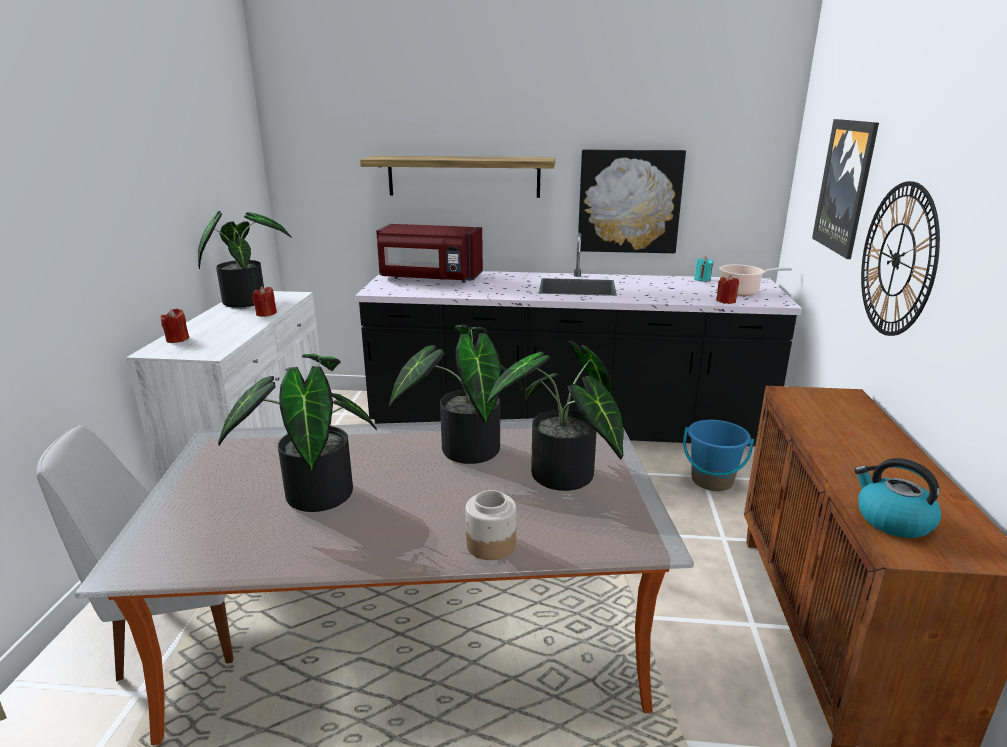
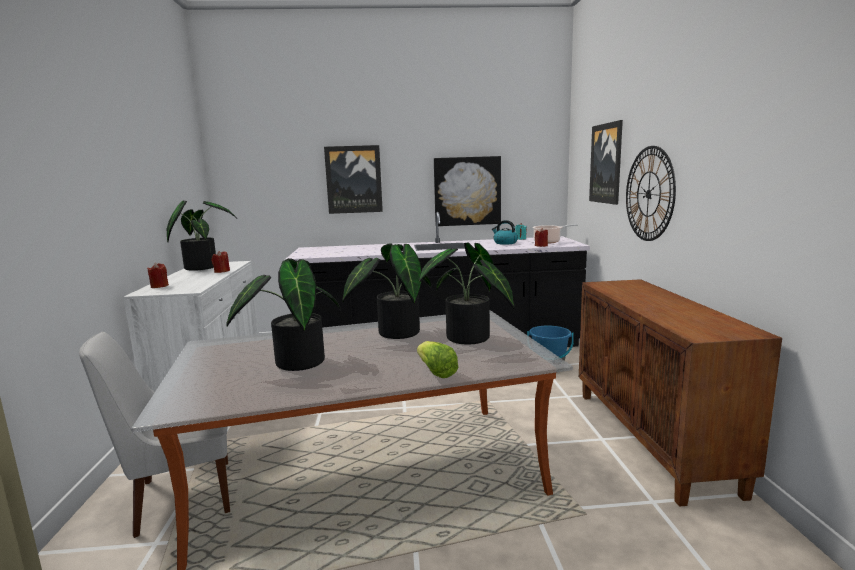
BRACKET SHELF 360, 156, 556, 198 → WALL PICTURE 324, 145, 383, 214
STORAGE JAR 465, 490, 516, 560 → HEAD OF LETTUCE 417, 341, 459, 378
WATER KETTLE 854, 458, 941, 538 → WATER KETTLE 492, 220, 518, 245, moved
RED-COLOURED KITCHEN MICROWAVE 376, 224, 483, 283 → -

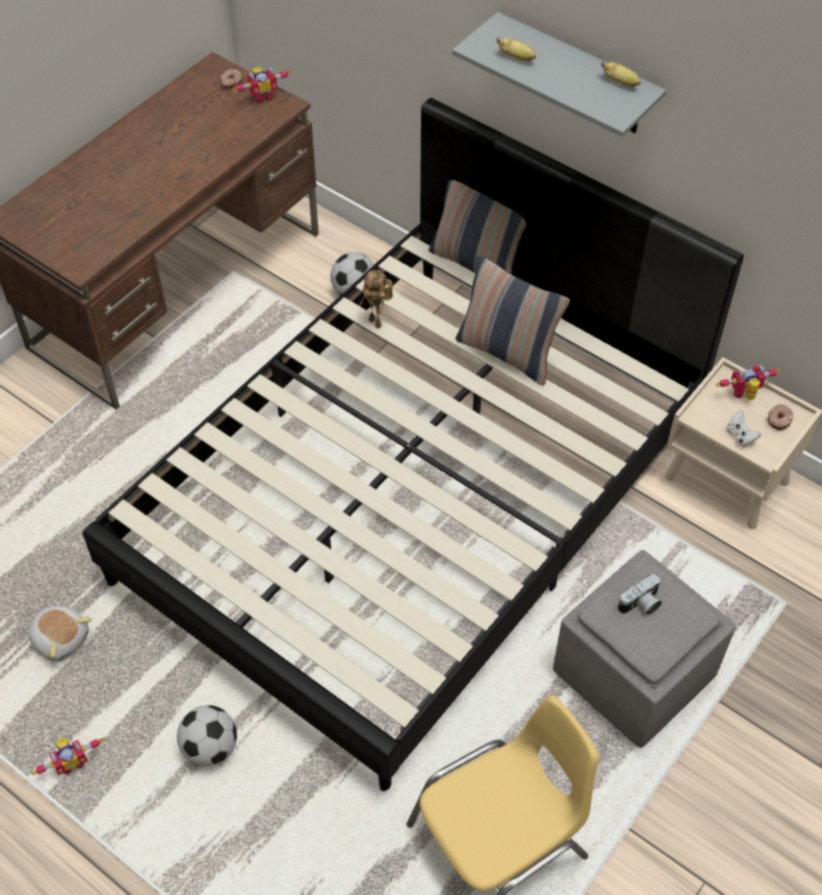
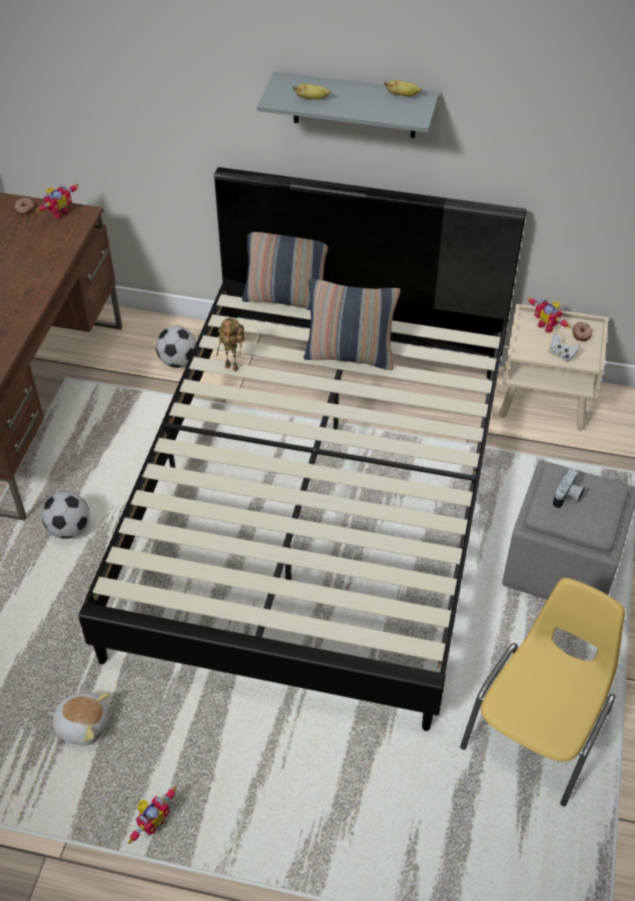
FOOTBALL BALL 177, 705, 237, 767 → FOOTBALL BALL 42, 491, 90, 539, moved
ROBOT FIGURE 716, 364, 781, 400 → ROBOT FIGURE 527, 297, 570, 333, 90 degrees counterclockwise

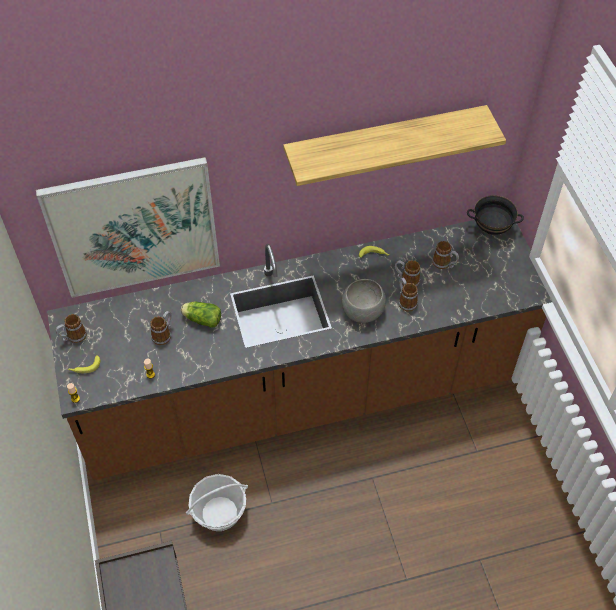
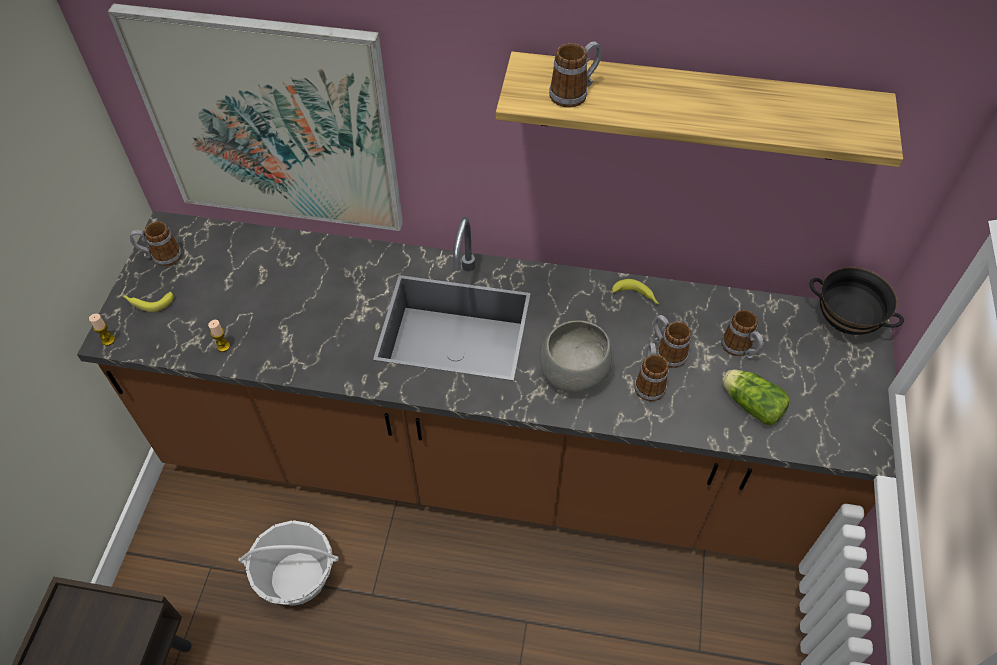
TEA MUG 150, 311, 172, 345 → TEA MUG 549, 41, 602, 108, moved
HEAD OF LETTUCE 181, 302, 221, 328 → HEAD OF LETTUCE 722, 370, 790, 425, moved

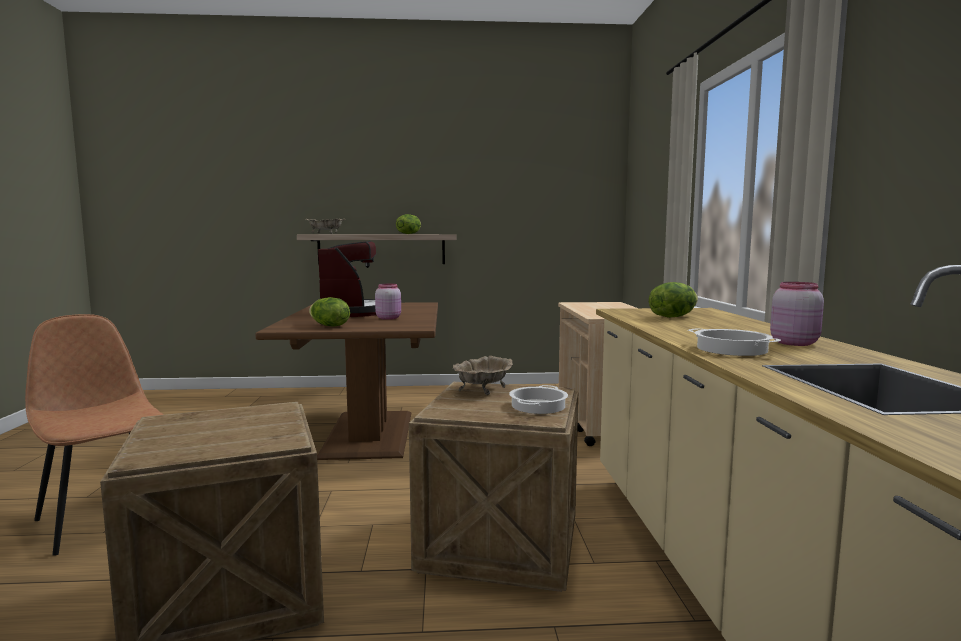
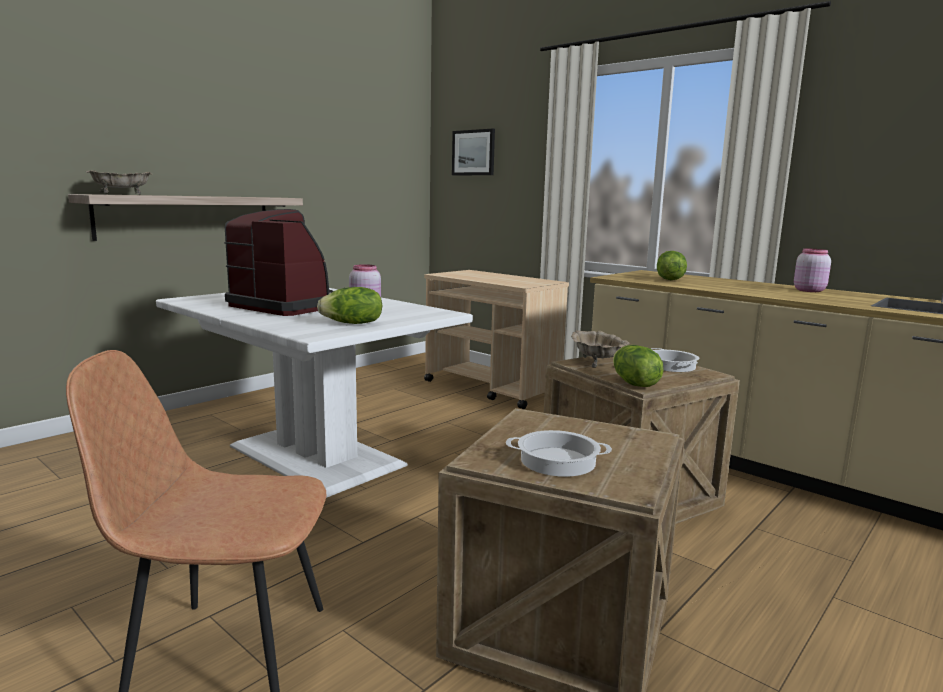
BROWN-COLOURED DINING TABLE 255, 302, 438, 460 → WHITE DINING TABLE 156, 288, 473, 498
- → WALL PICTURE 452, 129, 495, 175
COOKING POT 688, 328, 781, 356 → COOKING POT 506, 430, 612, 477, moved
HEAD OF LETTUCE 396, 214, 421, 234 → HEAD OF LETTUCE 613, 345, 664, 387, moved

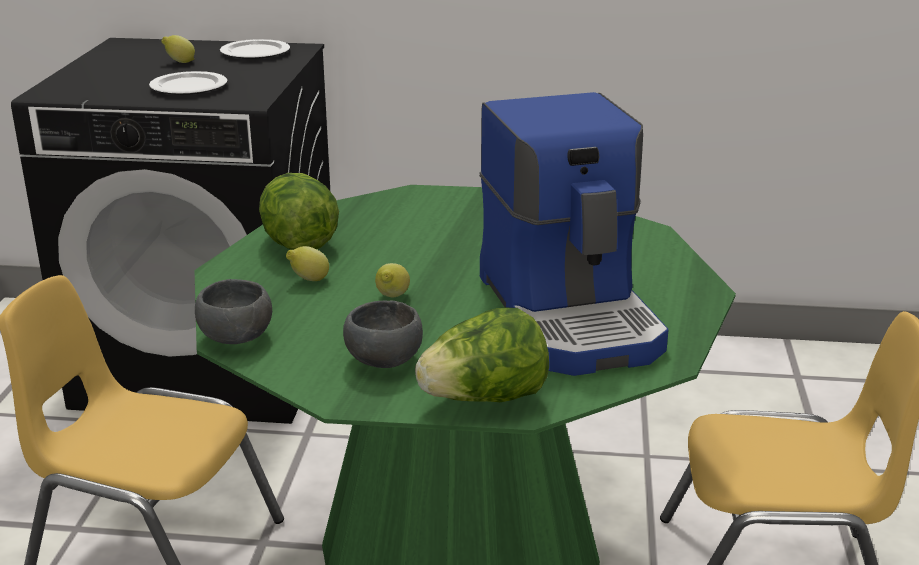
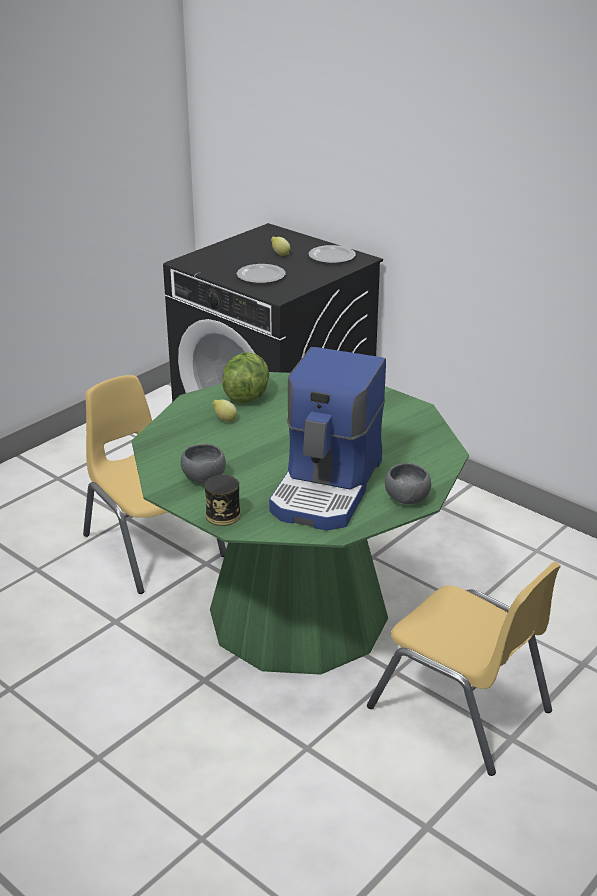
HEAD OF LETTUCE 415, 308, 549, 402 → SEALED CAN 204, 475, 240, 526
GREY BOWL 195, 279, 272, 344 → GREY BOWL 385, 463, 431, 504, moved
LEMON 375, 263, 410, 297 → -

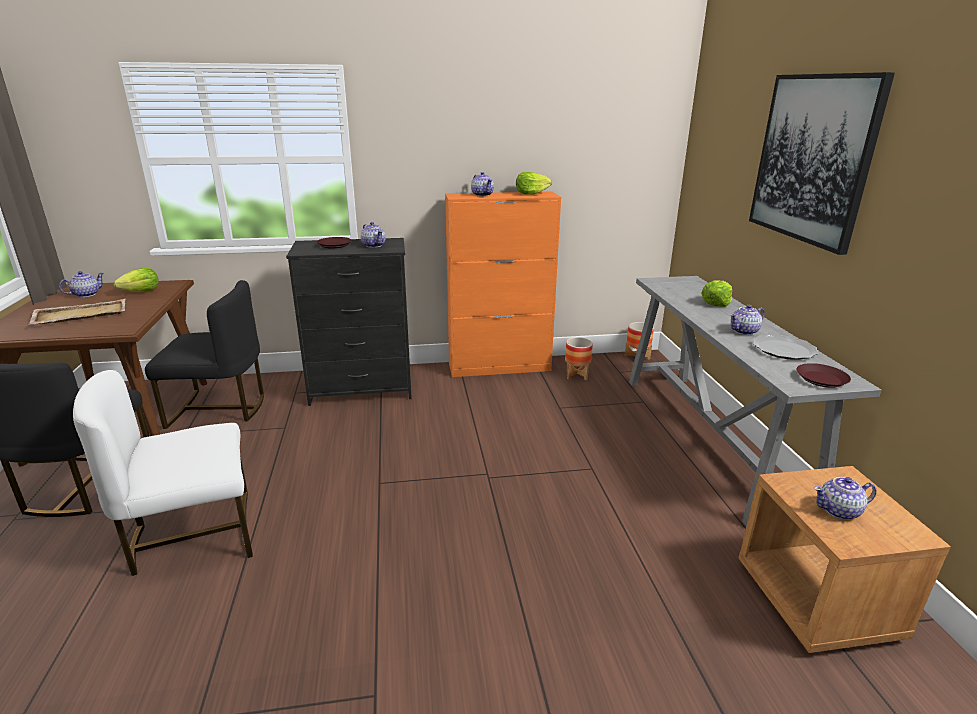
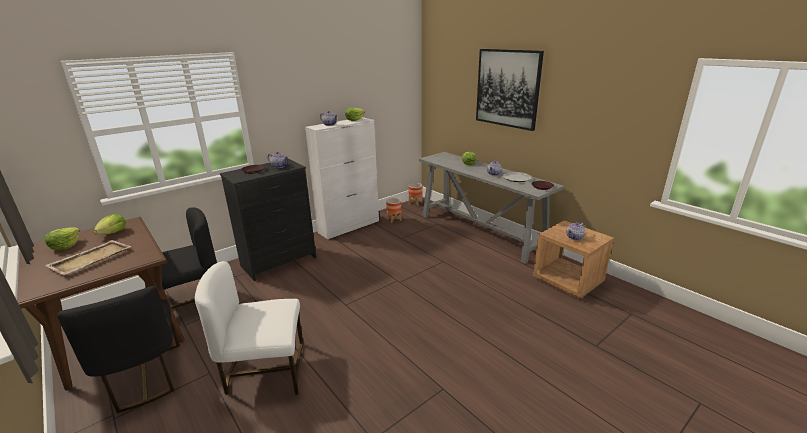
TEAPOT 59, 271, 104, 297 → HEAD OF LETTUCE 45, 227, 80, 250
WHITE CHAIR 73, 370, 253, 576 → WHITE CHAIR 195, 261, 303, 395, 45 degrees clockwise
ORANGE CABINET 445, 192, 561, 377 → WHITE CABINET 305, 117, 379, 239

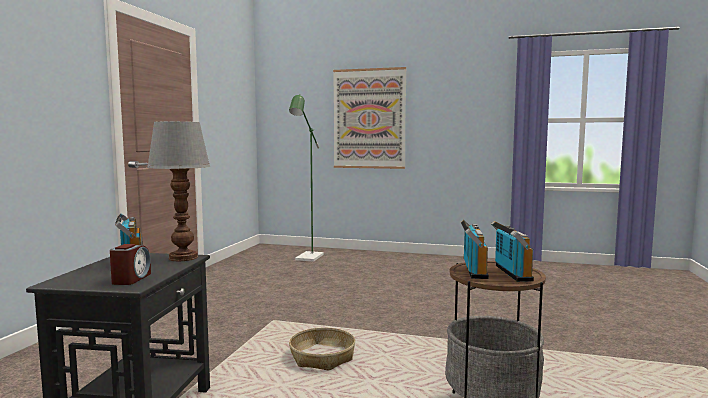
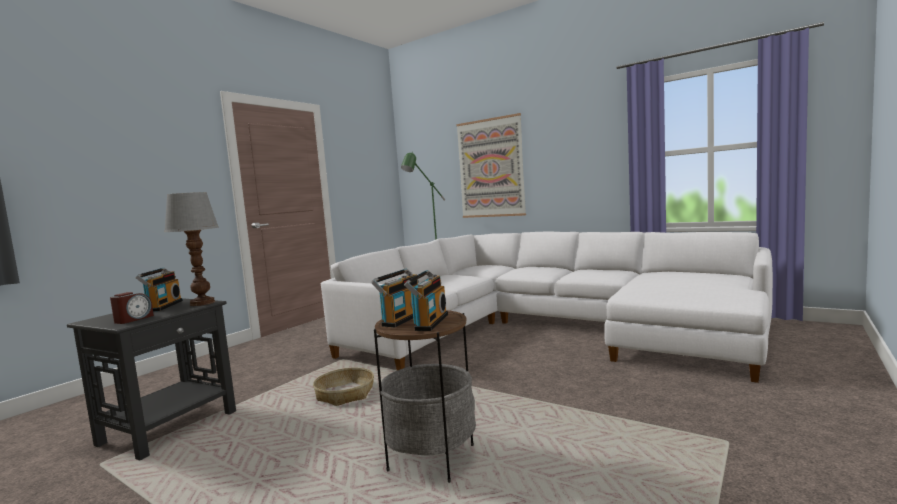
- → WHITE SOFA 321, 231, 773, 383

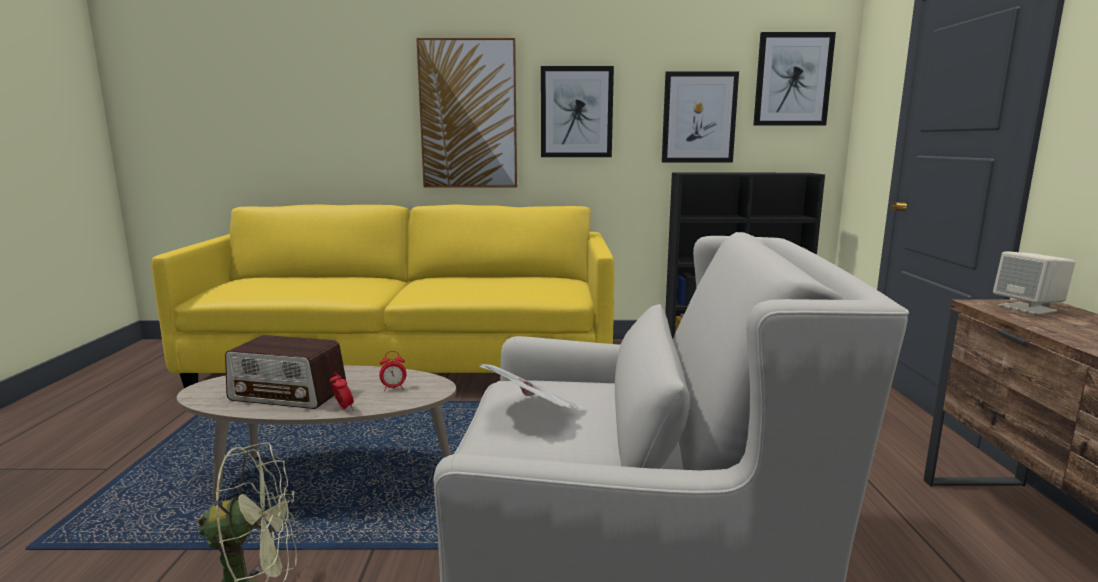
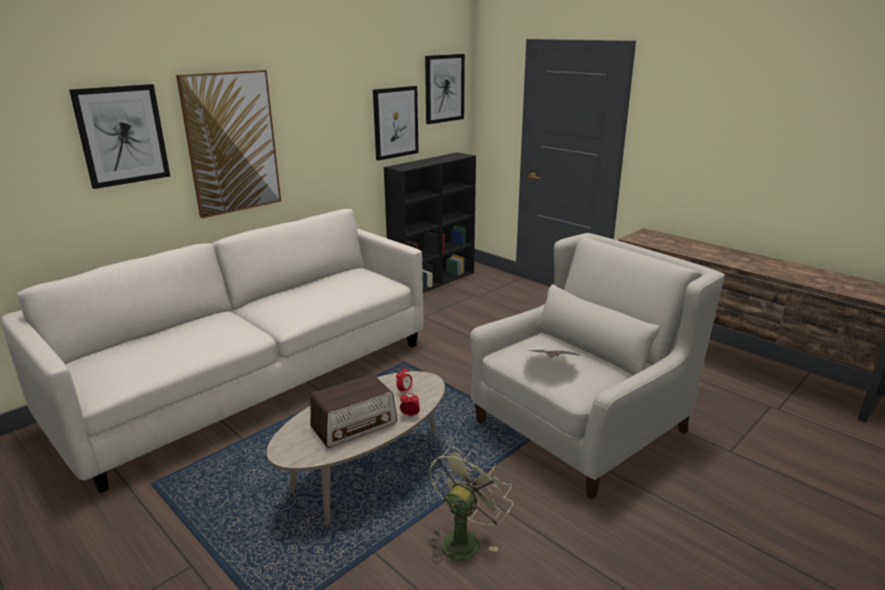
YELLOW-COLOURED SOFA 151, 204, 614, 388 → WHITE SOFA 2, 209, 424, 493
WALL PICTURE 541, 66, 614, 157 → WALL PICTURE 69, 84, 170, 189, moved
BEIGE-COLOURED LOUDSPEAKER 993, 252, 1075, 315 → -

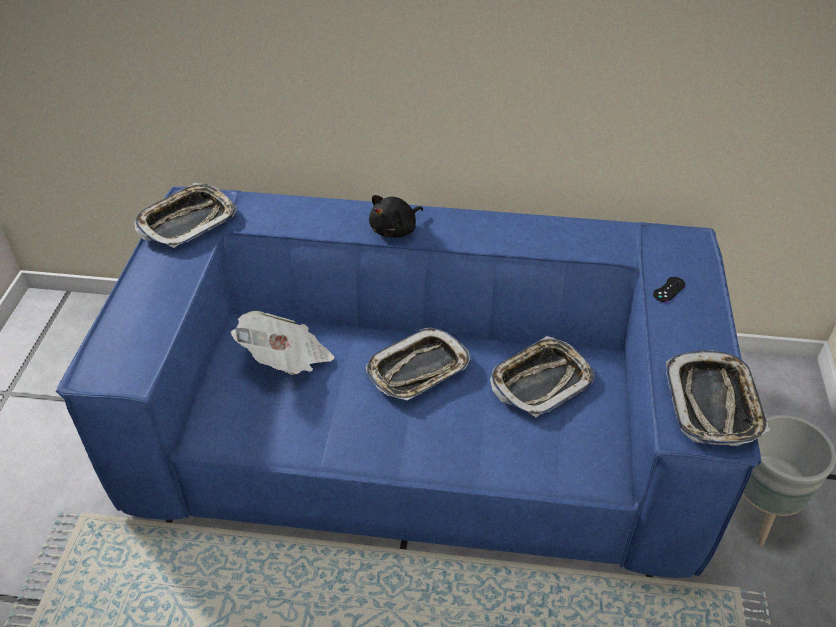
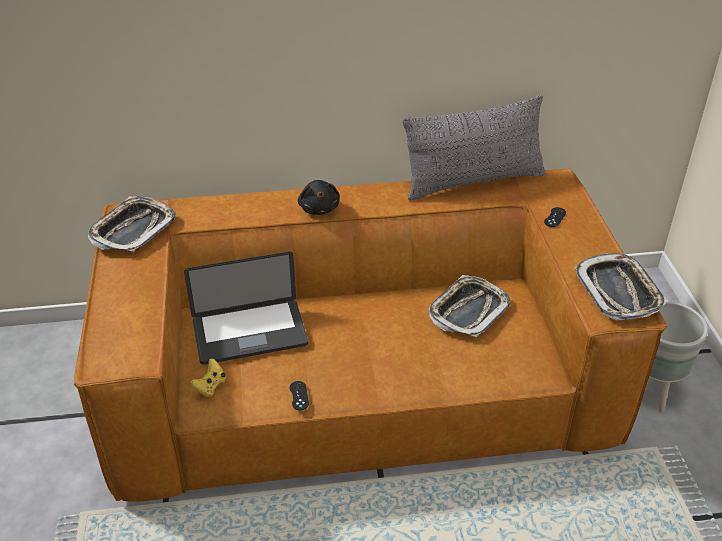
BLUE SOFA 56, 186, 761, 578 → BROWN-COLOURED SOFA 74, 169, 668, 502
DAILY PAPER 231, 311, 334, 375 → LAPTOP 184, 252, 308, 365
- → YELLOW-COLOURED GAMEPAD 190, 359, 226, 397
- → BLACK GAMEPAD 290, 381, 309, 410
BLACK SOFT TOY 369, 195, 423, 238 → BLACK SOFT TOY 298, 180, 339, 215, 45 degrees counterclockwise
- → GREY THROW PILLOW 402, 95, 546, 201
CARRYING TRAY 366, 328, 470, 400 → -

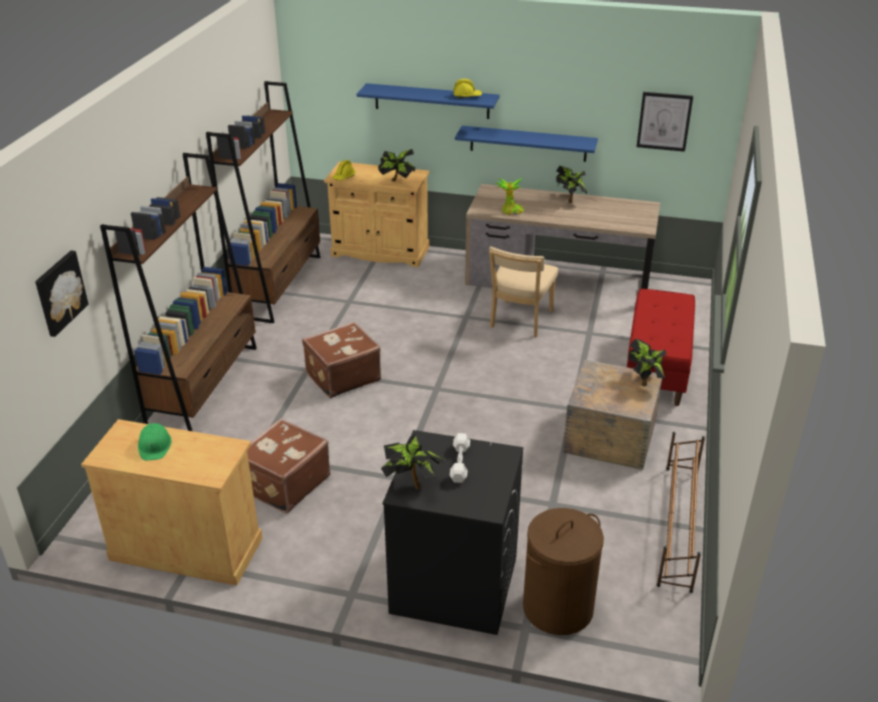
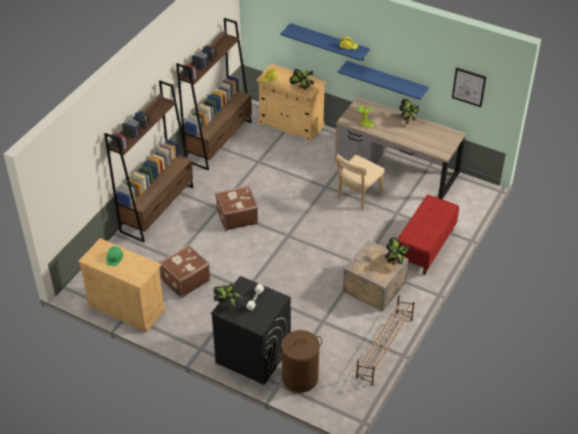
WALL PICTURE 35, 250, 88, 337 → -

